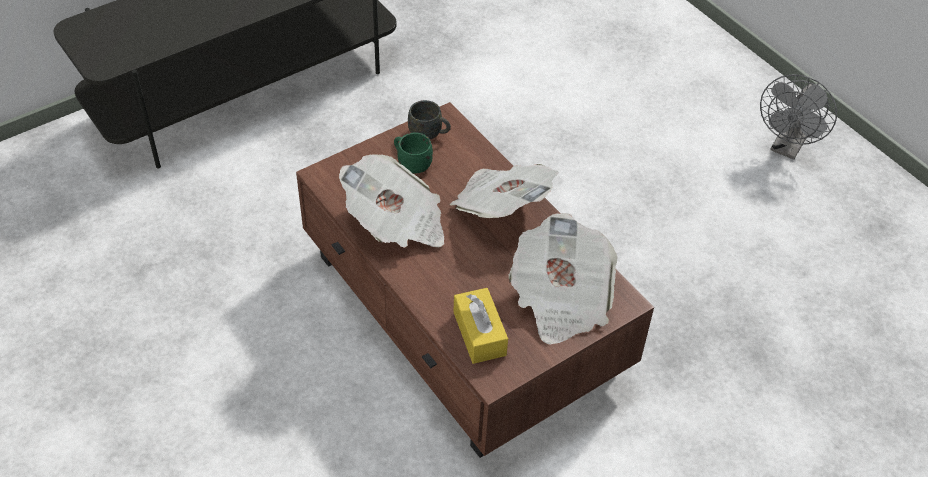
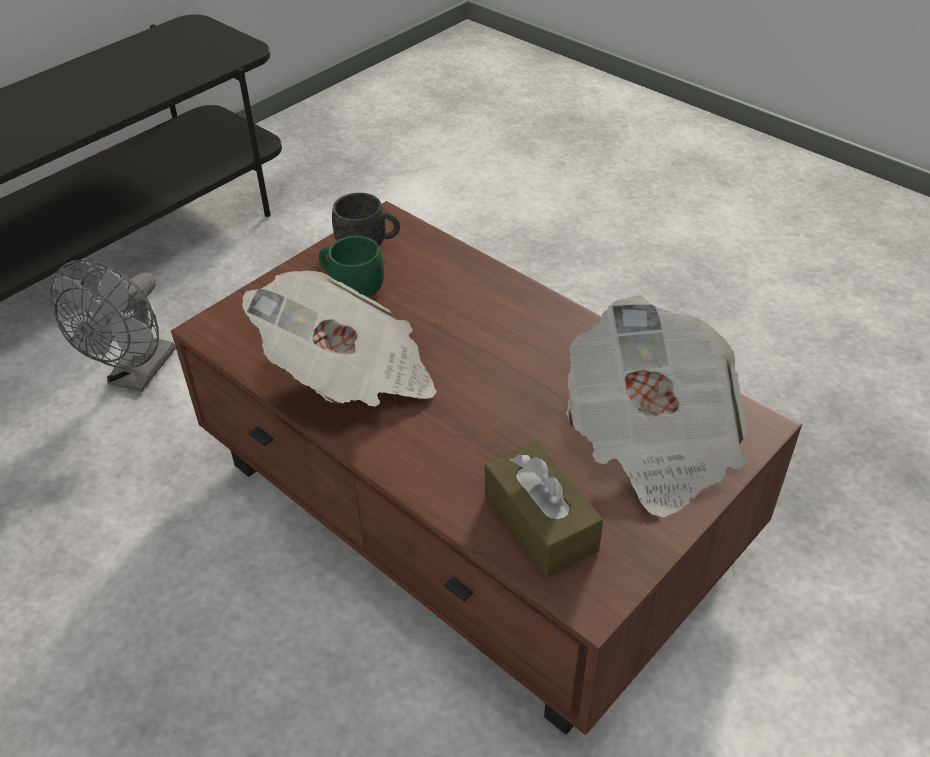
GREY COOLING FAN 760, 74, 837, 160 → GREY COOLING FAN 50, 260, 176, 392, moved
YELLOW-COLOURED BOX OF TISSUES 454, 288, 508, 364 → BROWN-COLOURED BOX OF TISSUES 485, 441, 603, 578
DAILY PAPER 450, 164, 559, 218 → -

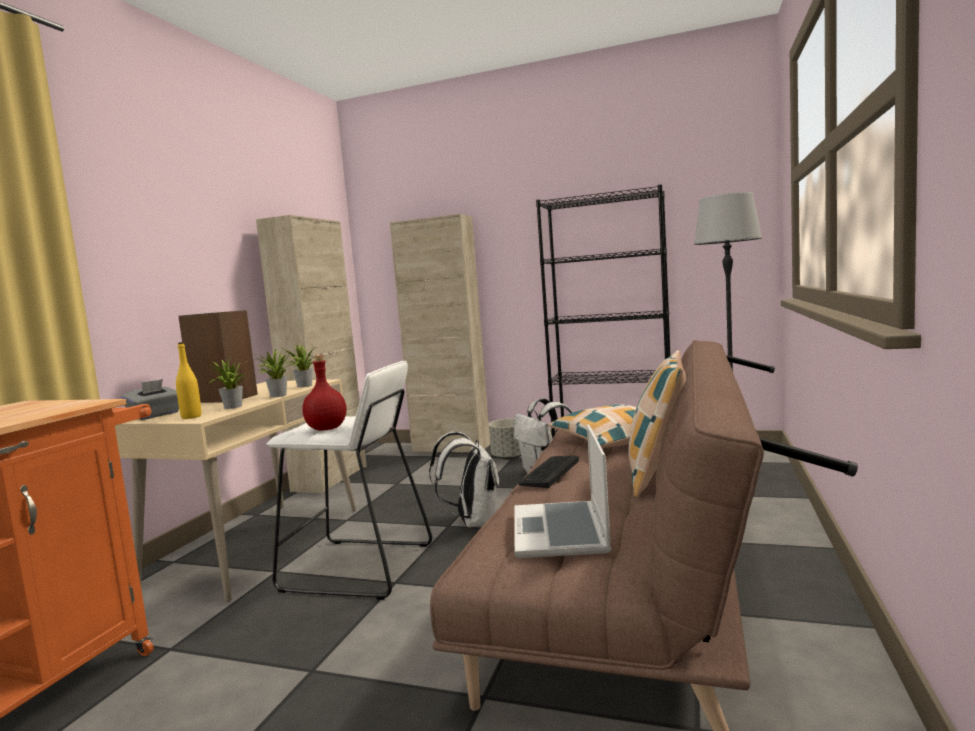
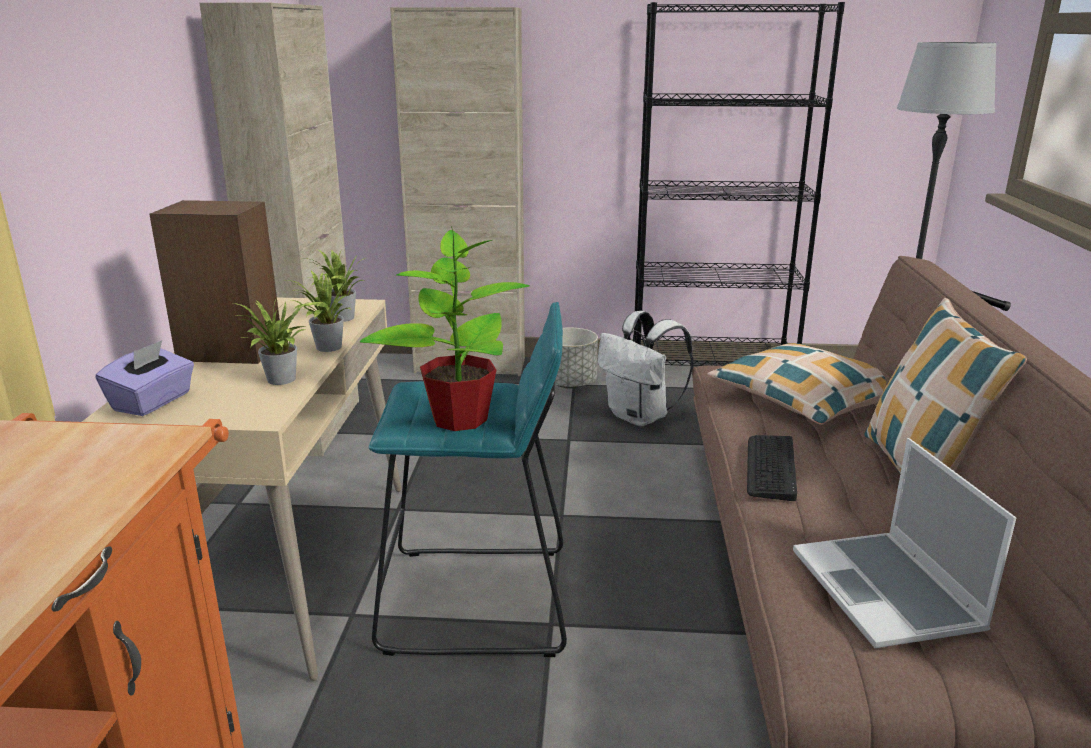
GREY BOX OF TISSUES 122, 379, 179, 420 → PURPLE BOX OF TISSUES 96, 340, 194, 416
RED-COLOURED BOTTLE 303, 355, 346, 430 → PLANT IN A POT 360, 226, 529, 431
WHITE SITTING STOOL 267, 361, 432, 600 → TURQUOISE-COLOURED SITTING STOOL 369, 302, 567, 657
YELLOW-COLOURED BOTTLE 176, 342, 201, 419 → -
WHITE BACKPACK 429, 432, 499, 528 → -

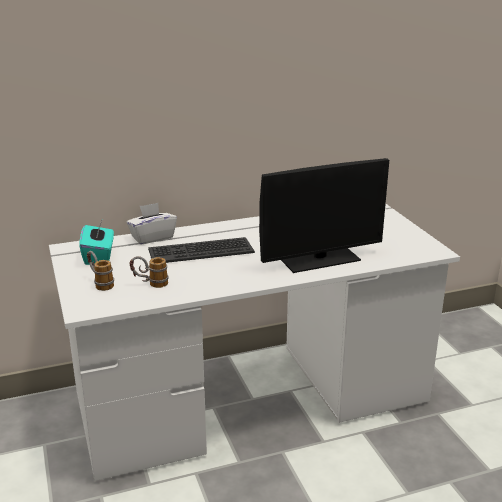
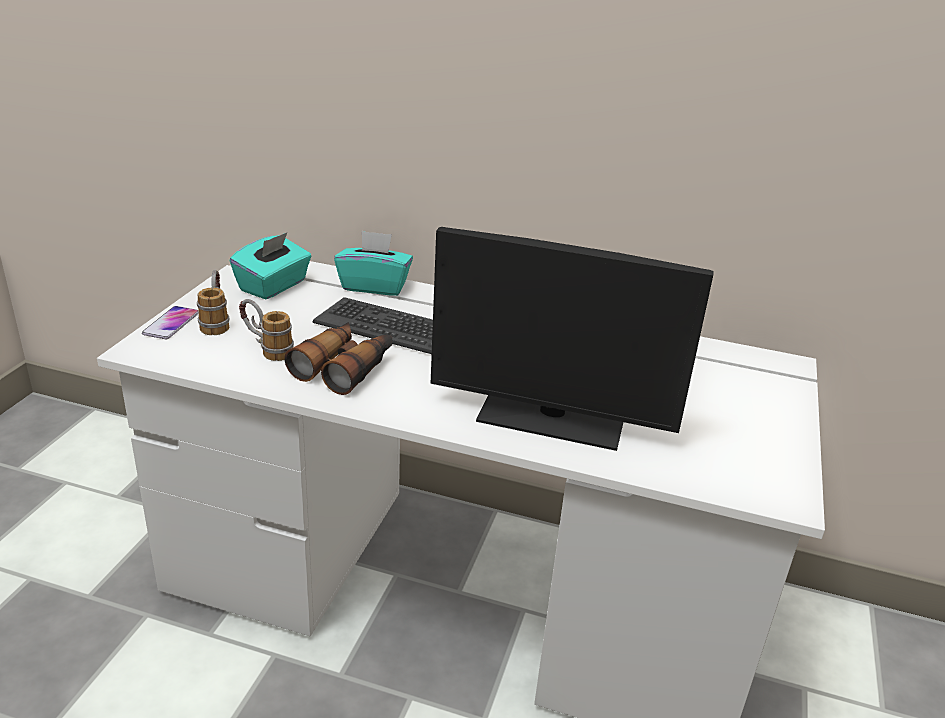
- → HANDSET 142, 306, 199, 339
- → PAIR OF BINOCULARS 284, 322, 392, 395
WHITE BOX OF TISSUES 126, 203, 177, 245 → TURQUOISE-COLOURED BOX OF TISSUES 334, 231, 413, 296

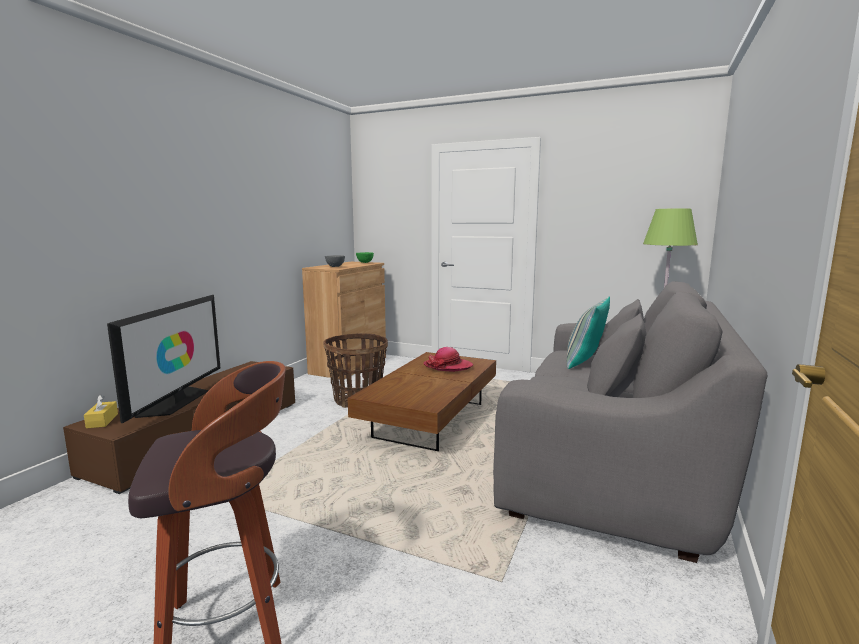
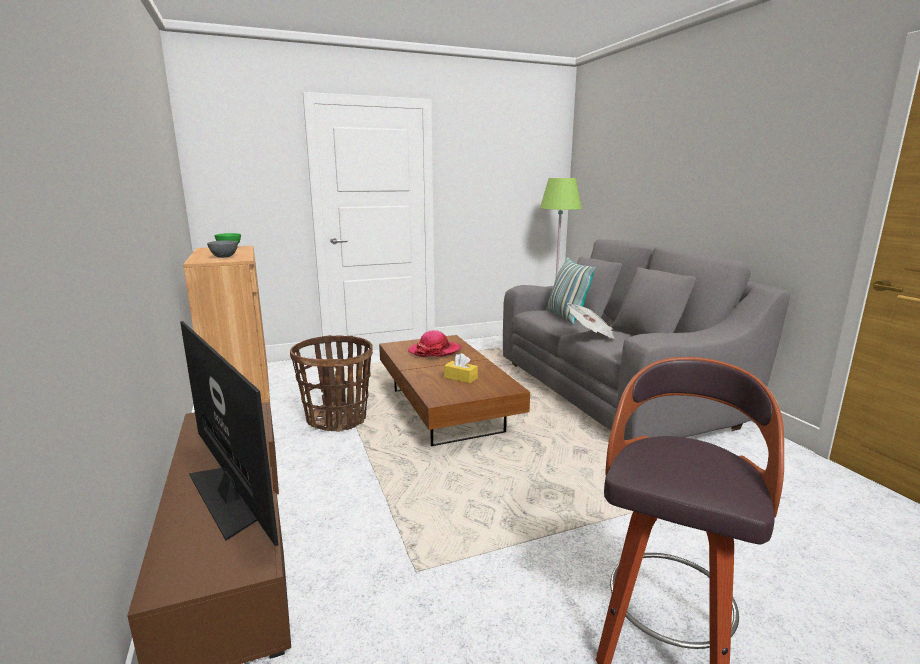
YELLOW-COLOURED BOX OF TISSUES 84, 394, 118, 428 → YELLOW-COLOURED BOX OF TISSUES 444, 353, 478, 383, moved
- → DAILY PAPER 567, 303, 614, 339

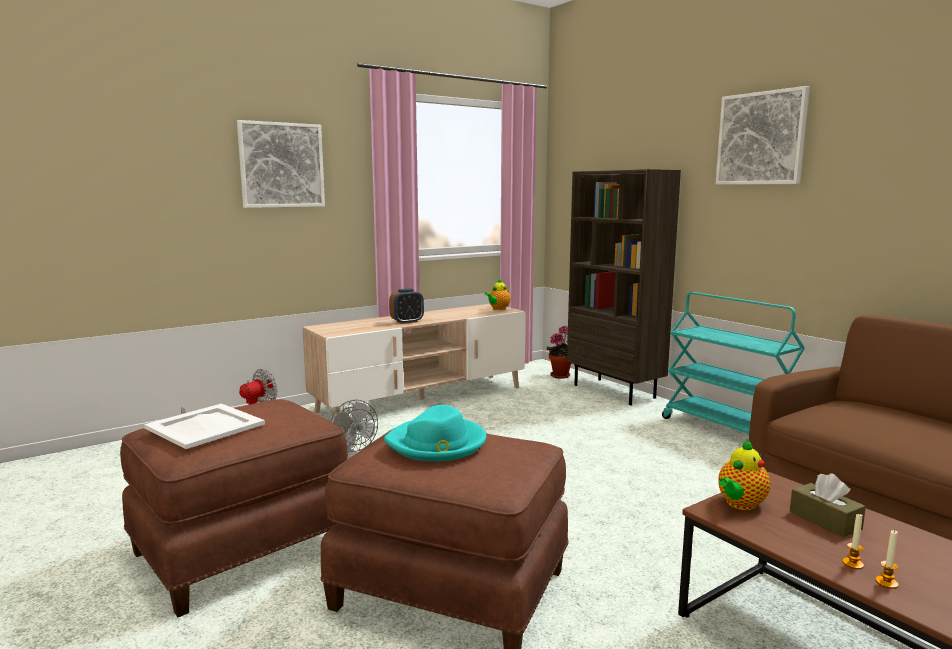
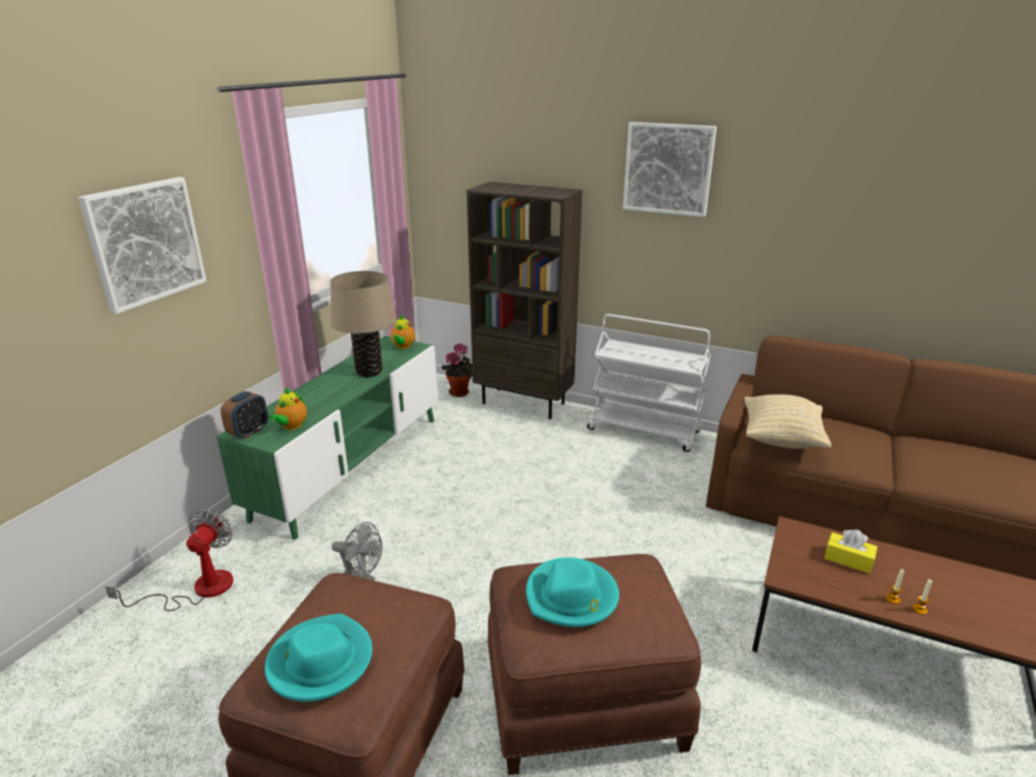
BEIGE-COLOURED TV STAND 302, 304, 526, 417 → GREENISH TV STAND 217, 336, 438, 540
TABLE CLOCK 389, 289, 424, 324 → TABLE CLOCK 221, 391, 268, 439, moved
WHITE CARRYING TRAY 144, 403, 265, 449 → TURQUOISE-COLOURED CLOTHING HAT 265, 614, 372, 702
TEAPOT 718, 439, 770, 510 → TEAPOT 269, 388, 307, 430, moved
- → BEIGE-COLOURED TABLETOP LAMP 330, 271, 396, 377
TURQUOISE-COLOURED CART 662, 292, 805, 434 → WHITE CART 587, 314, 710, 452
- → BEIGE-COLOURED THROW PILLOW 744, 394, 832, 449
BROWN-COLOURED BOX OF TISSUES 790, 473, 866, 537 → YELLOW-COLOURED BOX OF TISSUES 824, 529, 877, 574

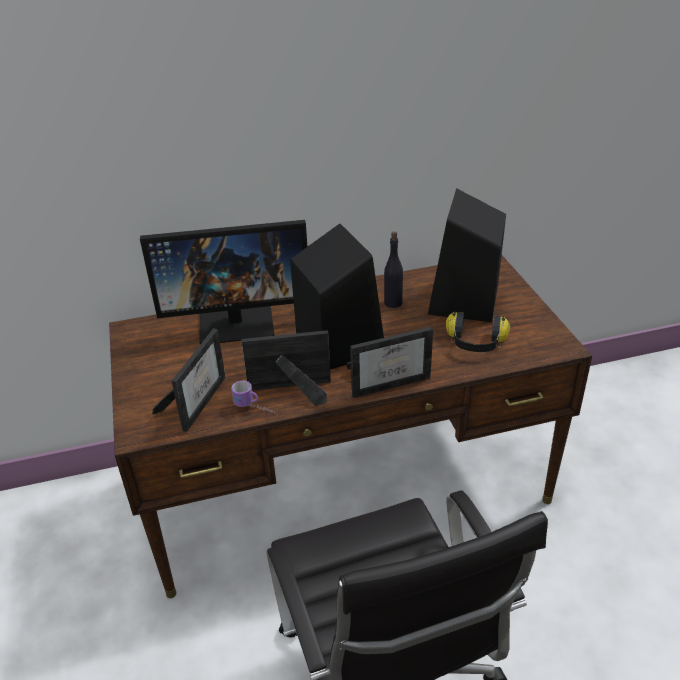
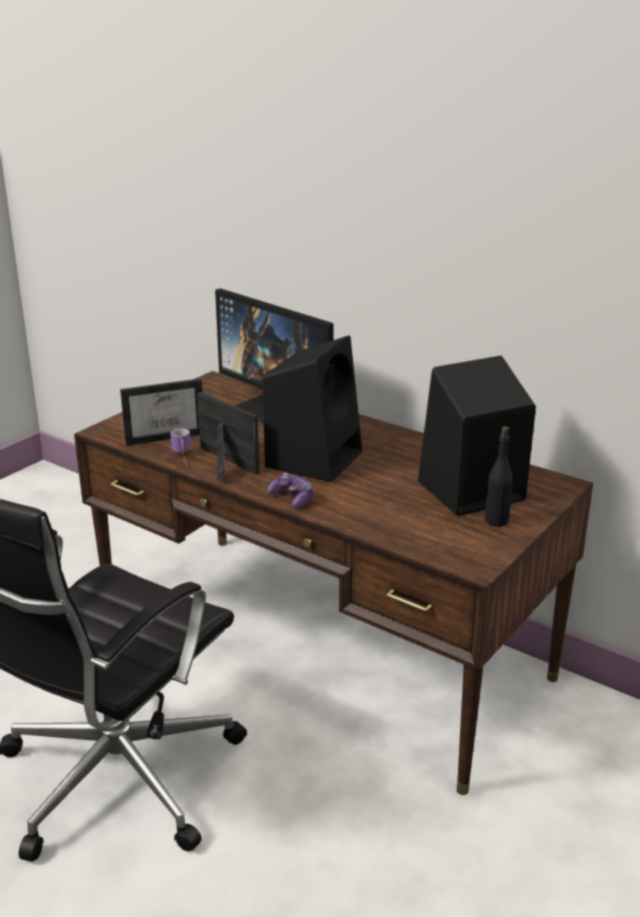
PHOTO FRAME 347, 327, 433, 398 → GAMEPAD 267, 473, 313, 508
BLACK BOTTLE 384, 232, 403, 308 → BLACK BOTTLE 485, 426, 513, 527, moved
HEADPHONES 446, 311, 510, 352 → -

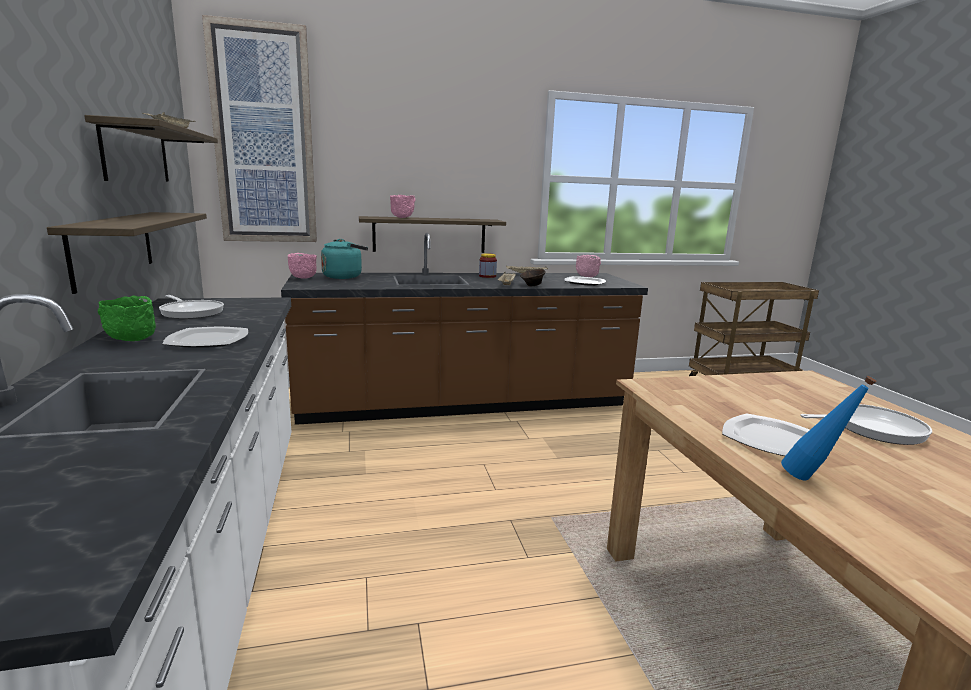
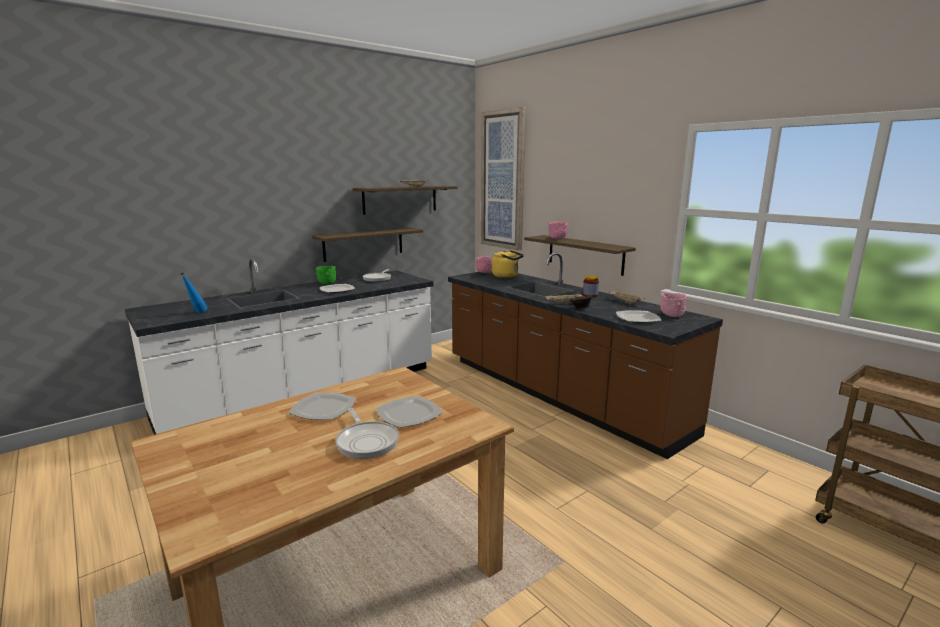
BLUE BOTTLE 781, 376, 877, 480 → BLUE BOTTLE 180, 272, 207, 313, moved
- → FLAT DISH 376, 396, 442, 428
TURQUOISE-COLOURED WATER KETTLE 321, 239, 368, 279 → YELLOW-COLOURED WATER KETTLE 492, 250, 524, 278

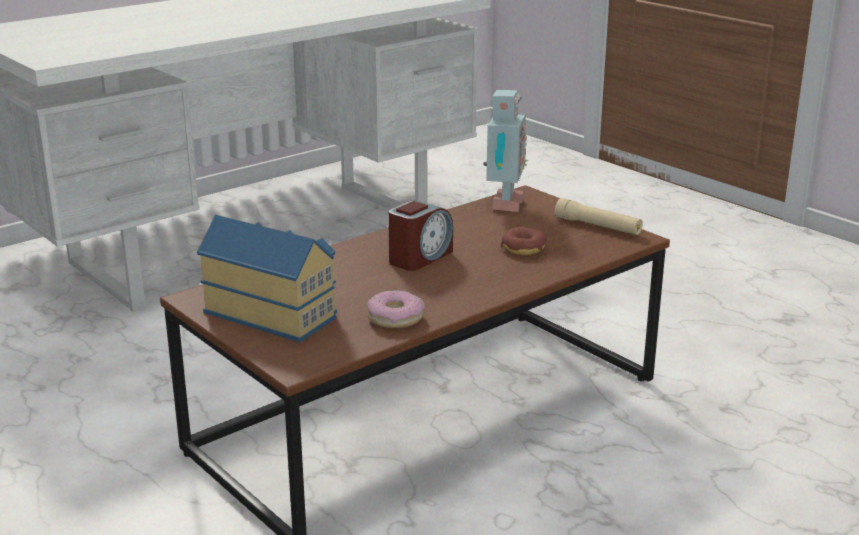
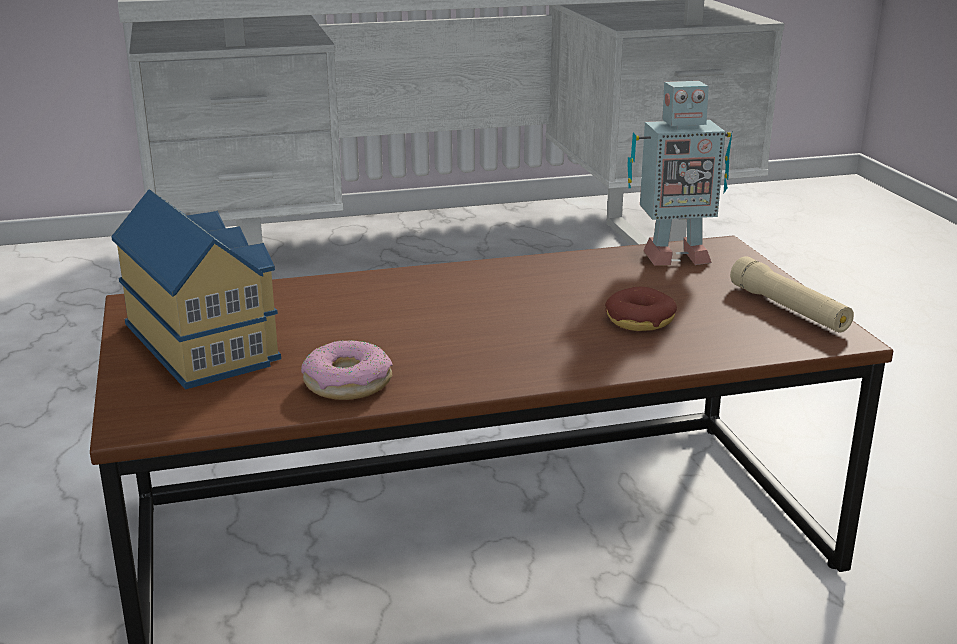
ROBOT FIGURE 483, 90, 528, 212 → ROBOT FIGURE 627, 81, 733, 265, 45 degrees clockwise
TABLE CLOCK 388, 200, 453, 271 → -

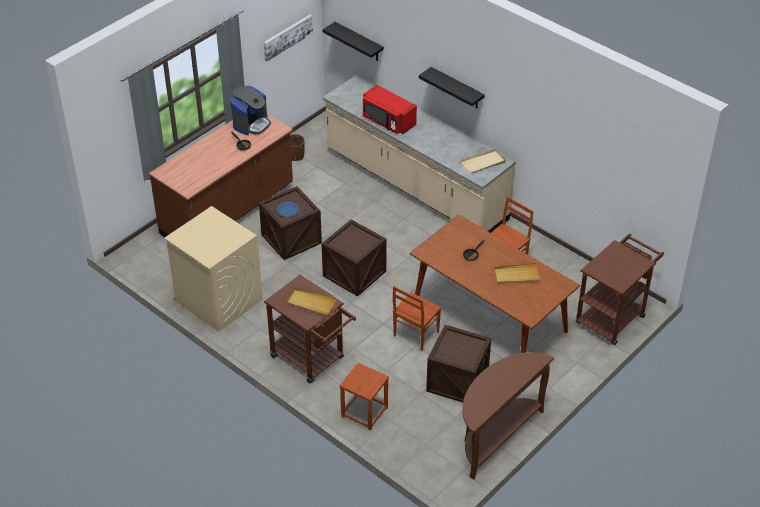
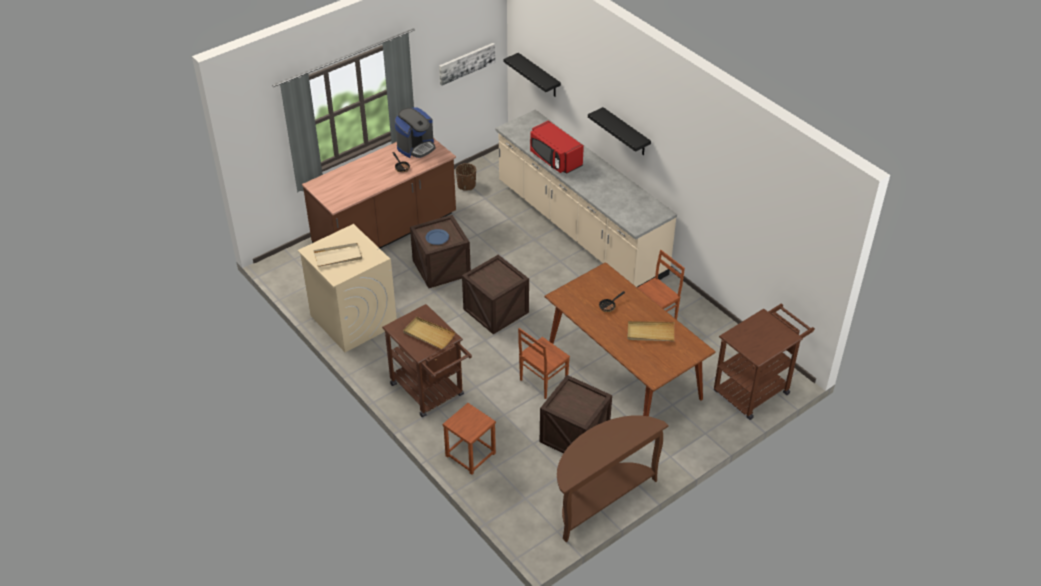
BEIGE-COLOURED CARRYING TRAY 460, 149, 506, 173 → BEIGE-COLOURED CARRYING TRAY 313, 243, 362, 267, moved

